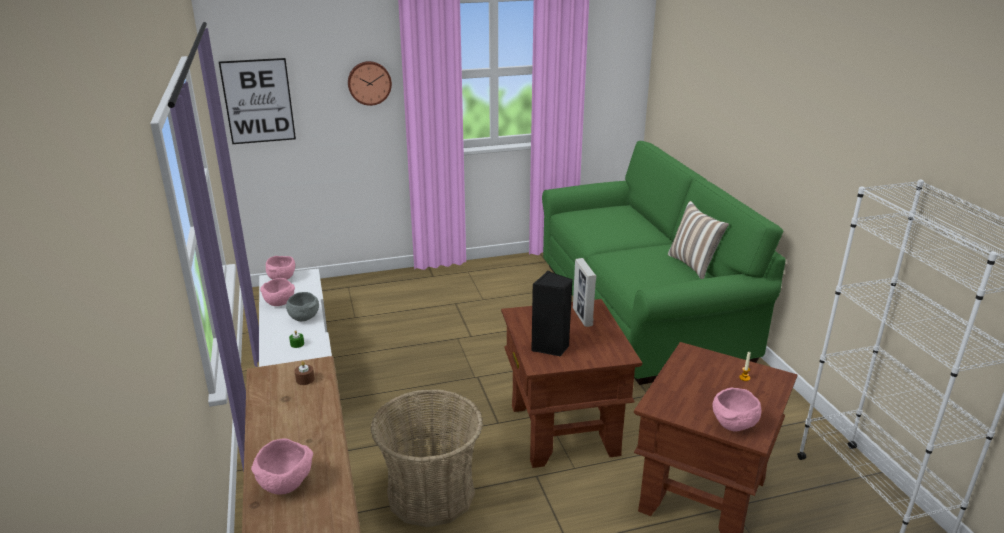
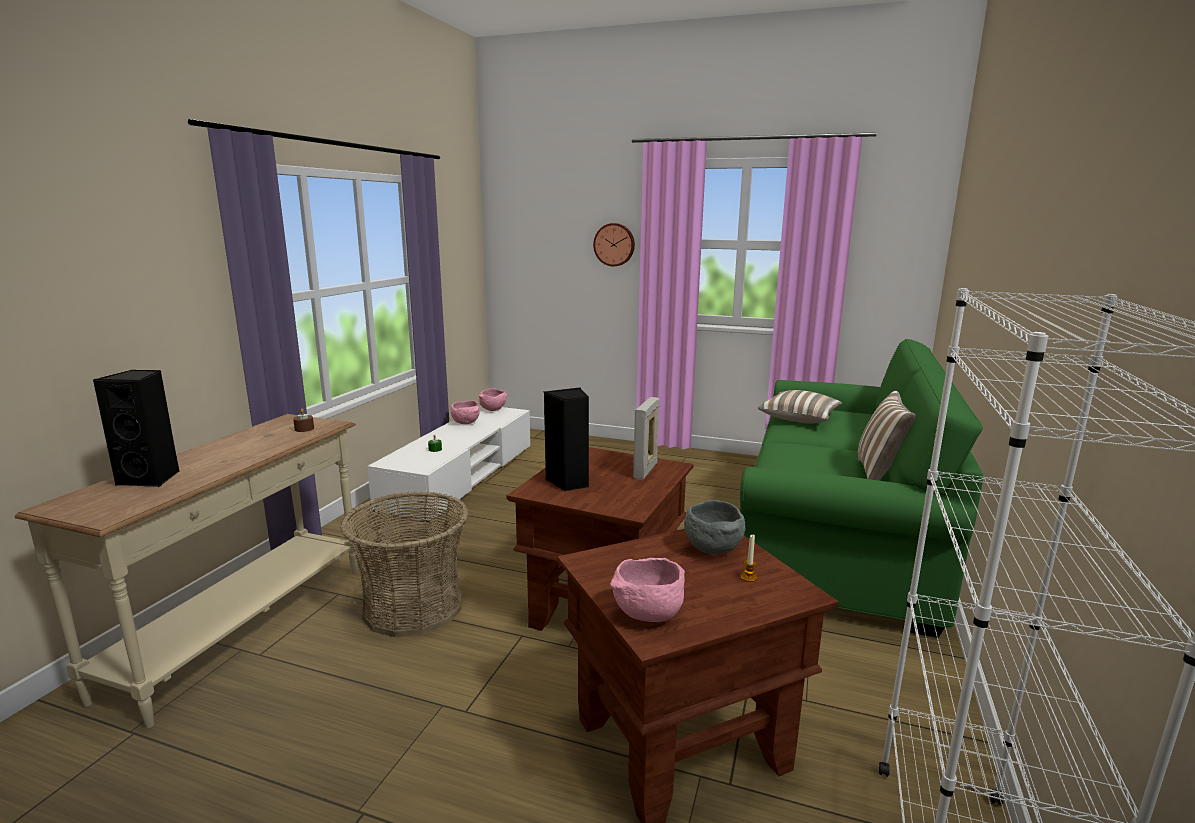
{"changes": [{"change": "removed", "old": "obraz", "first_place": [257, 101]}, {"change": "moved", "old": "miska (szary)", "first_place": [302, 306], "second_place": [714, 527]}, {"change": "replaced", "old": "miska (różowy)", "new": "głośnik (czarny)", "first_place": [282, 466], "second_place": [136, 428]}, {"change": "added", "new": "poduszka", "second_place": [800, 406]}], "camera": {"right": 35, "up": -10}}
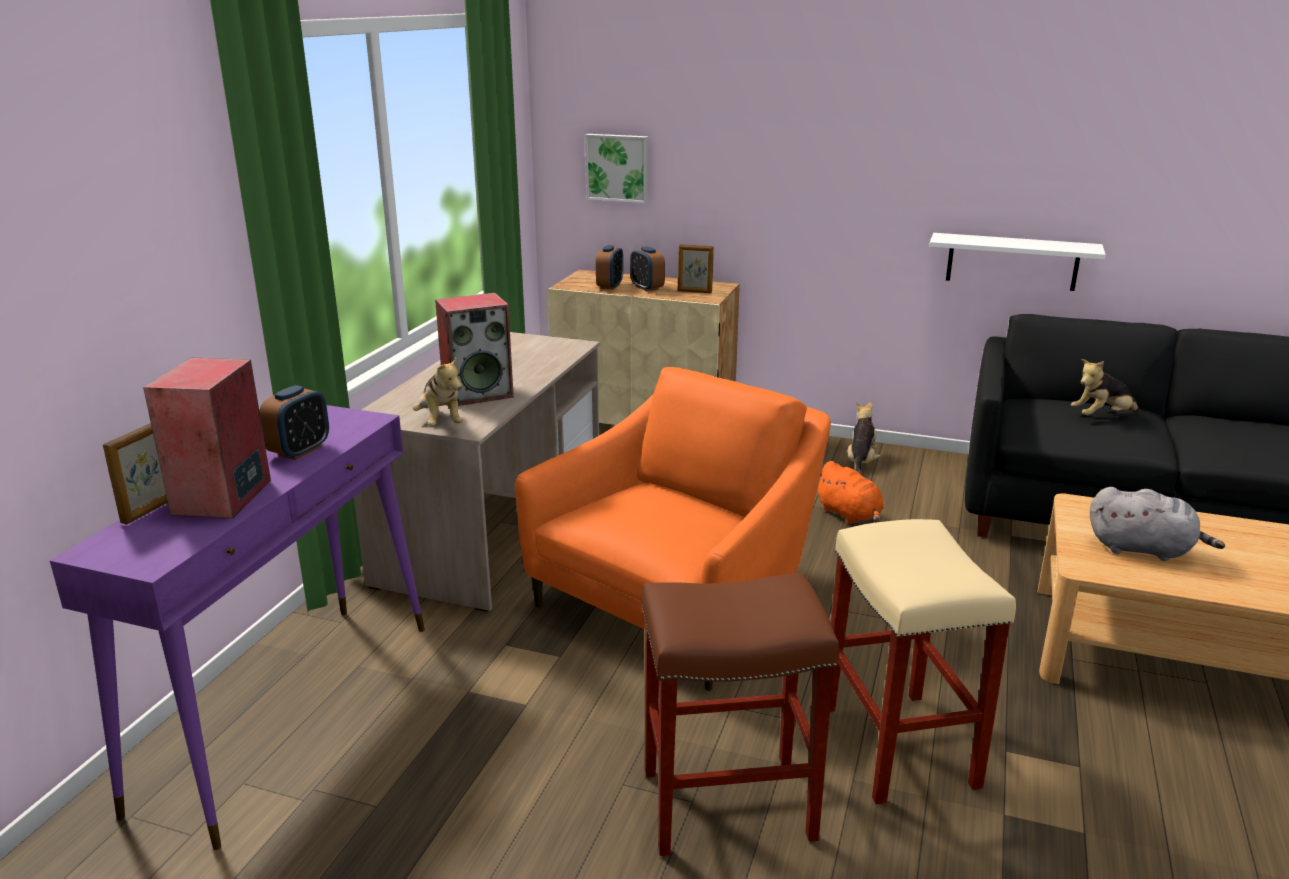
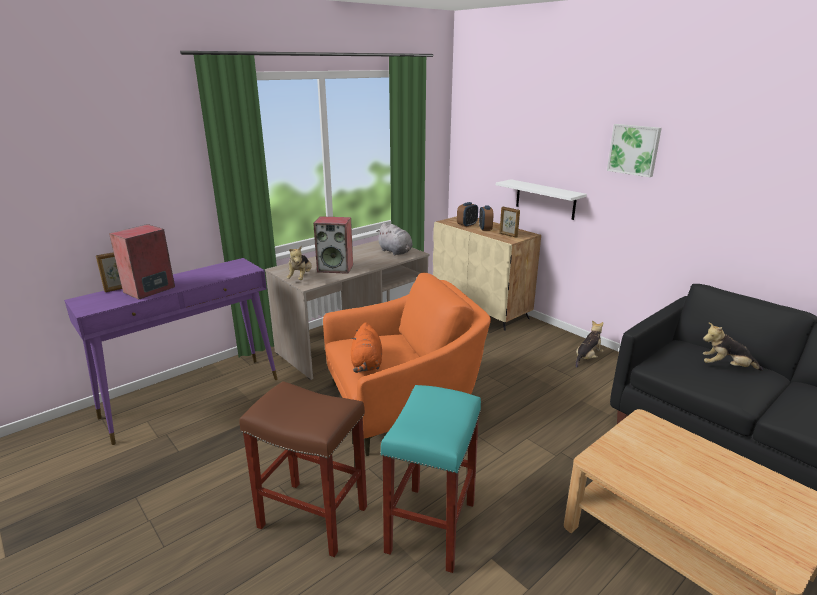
{"changes": [{"change": "moved", "old": "obraz", "first_place": [616, 168], "second_place": [634, 150]}, {"change": "moved", "old": "półka (biały)", "first_place": [1017, 262], "second_place": [541, 199]}, {"change": "removed", "old": "budzik", "first_place": [294, 422]}, {"change": "moved", "old": "pluszak (pomarańczowy)", "first_place": [851, 492], "second_place": [366, 347]}, {"change": "moved", "old": "pluszak (szary)", "first_place": [1157, 524], "second_place": [394, 239]}, {"change": "recoloured", "old": "stołek (beżowy)", "new": "stołek (turkusowy)", "first_place": [923, 661], "second_place": [430, 479]}], "camera": {"right": 30, "up": 0}}
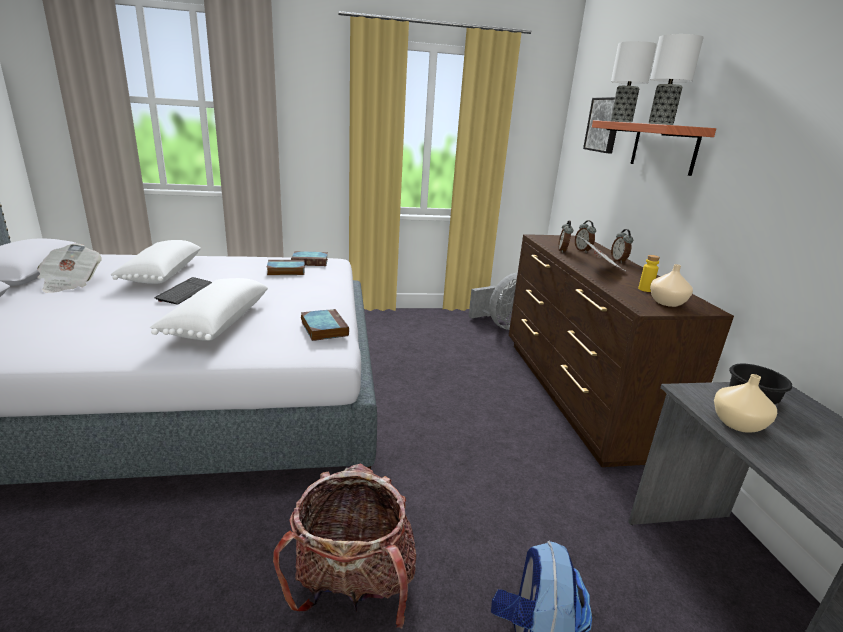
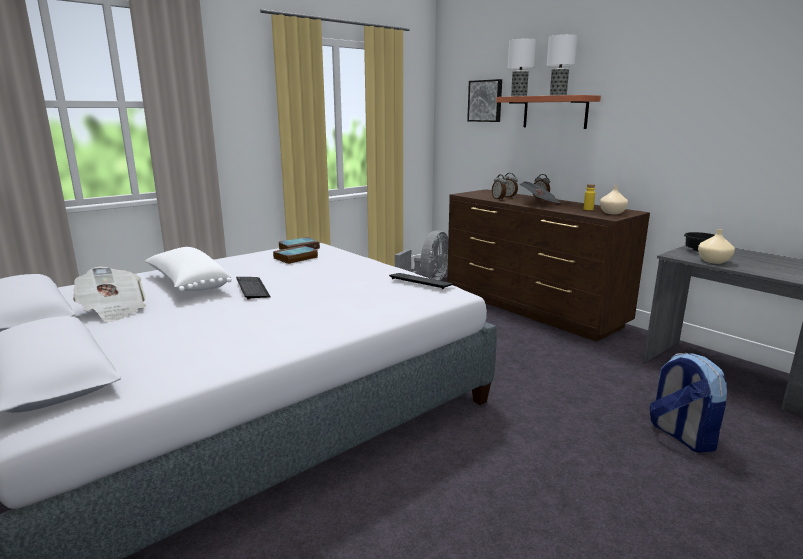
{"changes": [{"change": "removed", "old": "poduszka (biały)", "first_place": [209, 309]}, {"change": "replaced", "old": "książka", "new": "klawiatura", "first_place": [325, 325], "second_place": [421, 281]}, {"change": "removed", "old": "plecak", "first_place": [344, 546]}], "camera": {"right": -30, "up": -5}}
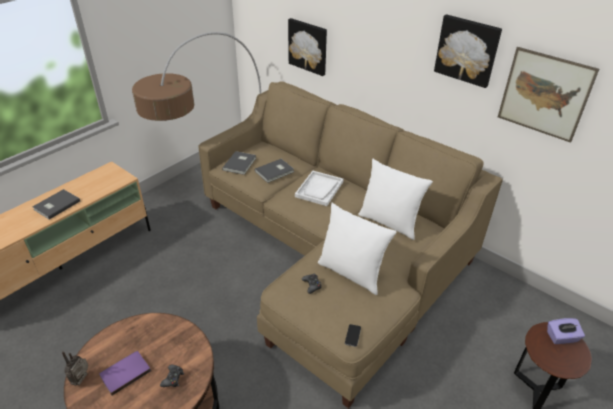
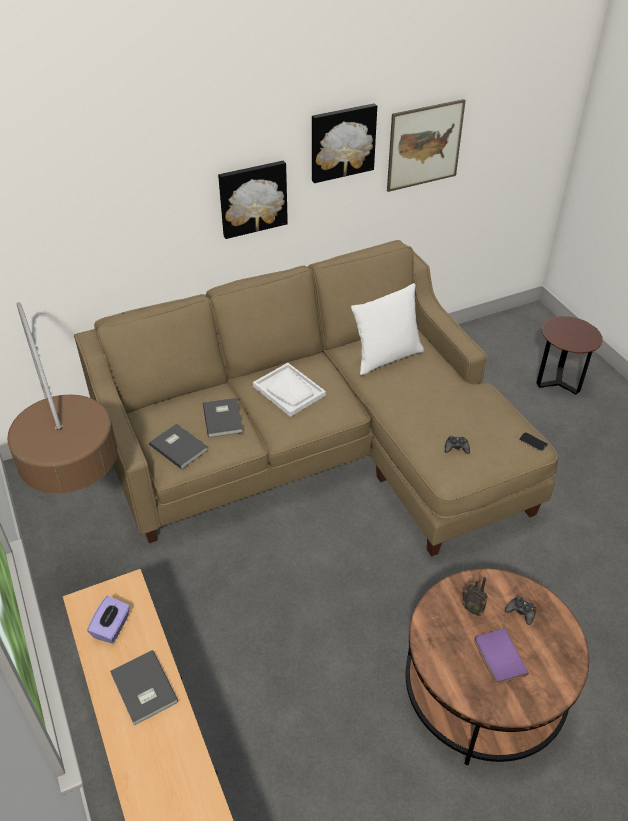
{"changes": [{"change": "moved", "old": "obraz", "first_place": [307, 47], "second_place": [253, 200]}, {"change": "removed", "old": "poduszka (biały)", "first_place": [357, 249]}, {"change": "moved", "old": "pudełko chusteczek (fioletowy)", "first_place": [566, 331], "second_place": [108, 619]}, {"change": "moved", "old": "radio", "first_place": [75, 368], "second_place": [475, 596]}], "camera": {"right": -65, "up": 5}}
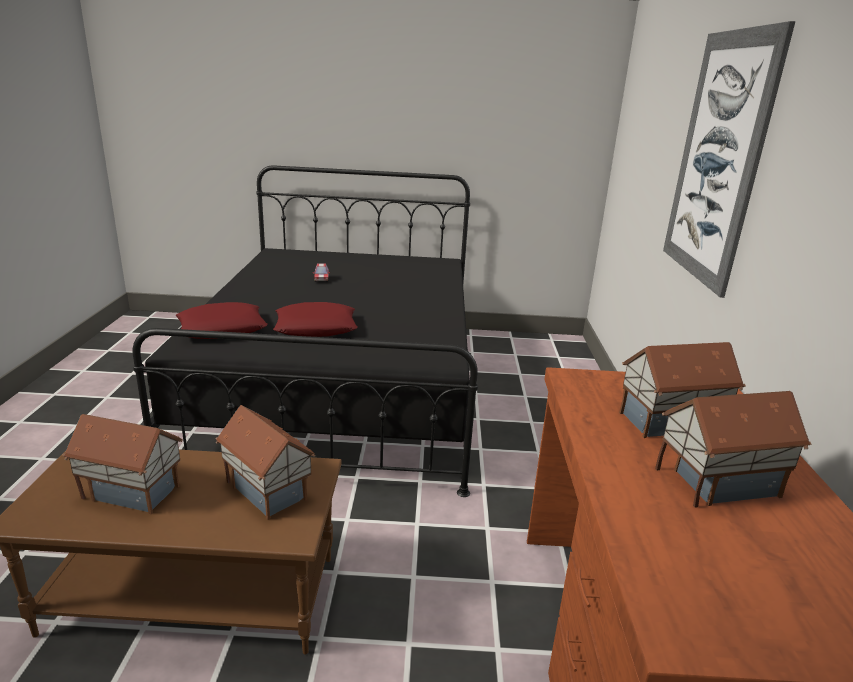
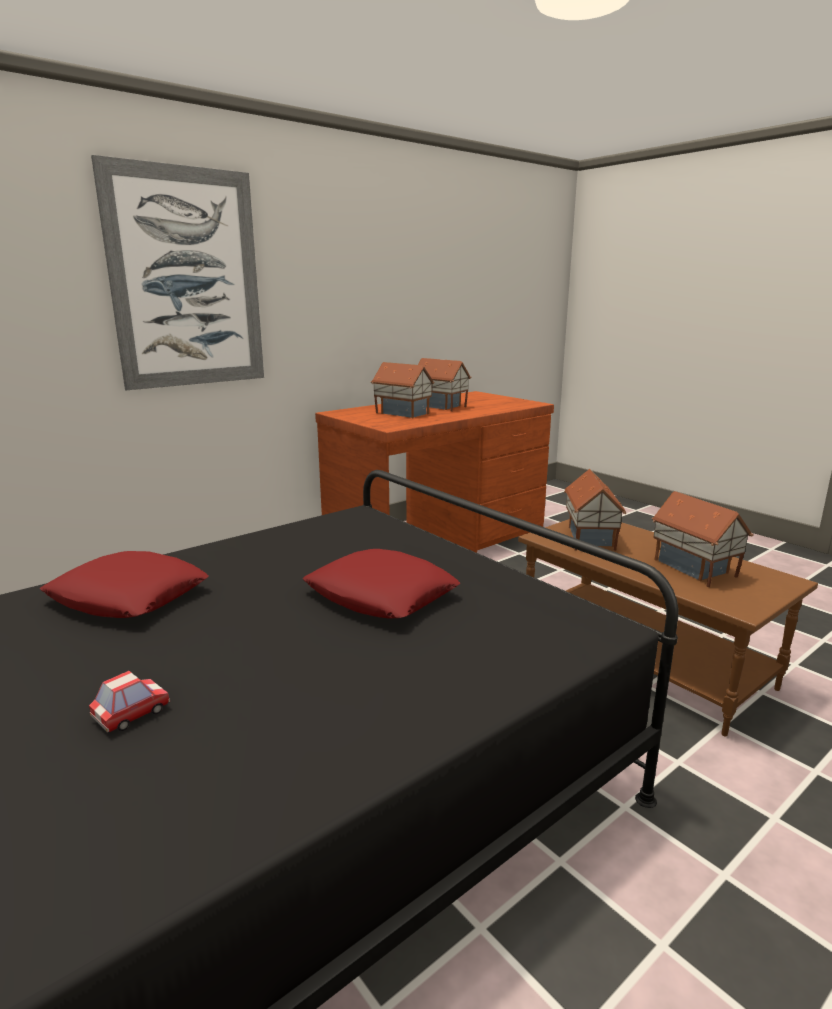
{"changes": [{"change": "moved", "old": "poduszka (czerwony)", "first_place": [222, 320], "second_place": [124, 584]}], "camera": {"right": -130, "up": -5}}
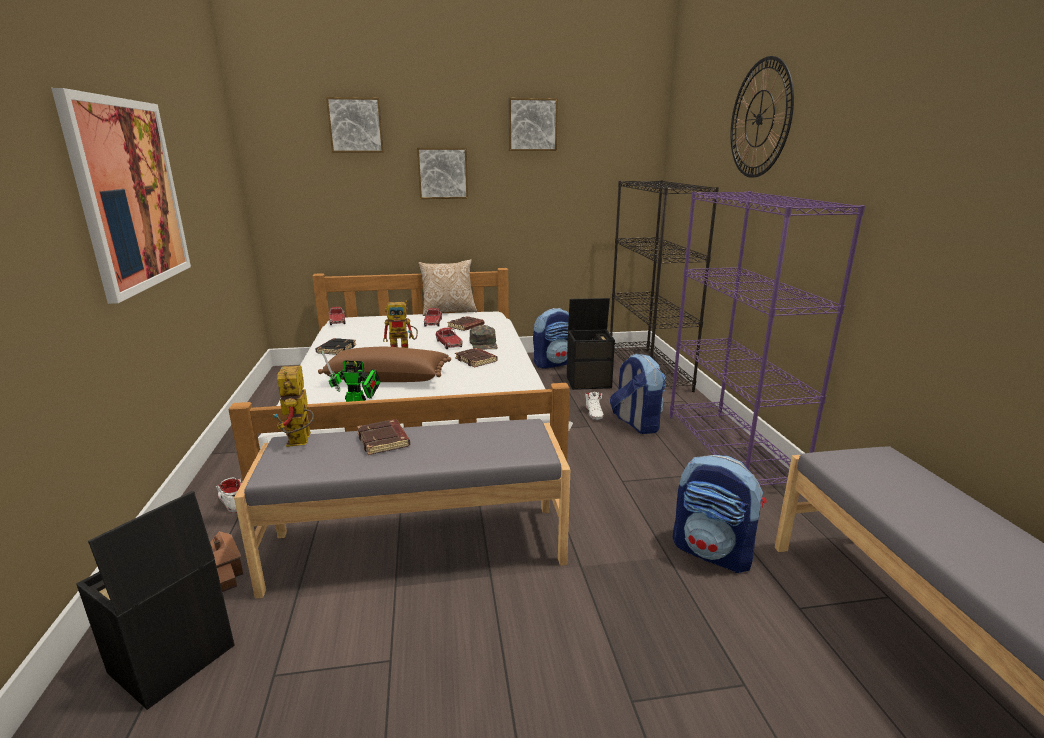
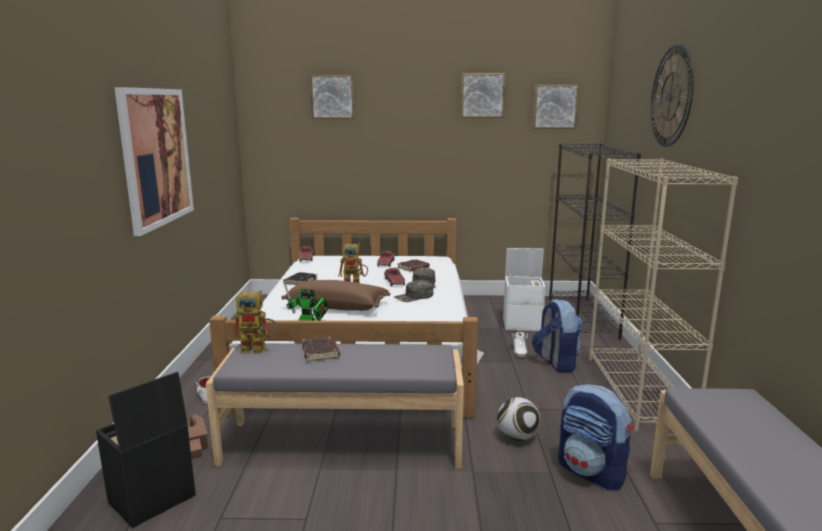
{"changes": [{"change": "moved", "old": "obraz", "first_place": [442, 173], "second_place": [556, 107]}, {"change": "recoloured", "old": "regał (fioletowy)", "new": "regał (beżowy)", "first_place": [767, 338], "second_place": [663, 294]}, {"change": "removed", "old": "poduszka", "first_place": [447, 287]}, {"change": "recoloured", "old": "pojemnik do przechowywania (czarny)", "new": "pojemnik do przechowywania (biały)", "first_place": [591, 344], "second_place": [524, 289]}, {"change": "removed", "old": "plecak", "first_place": [551, 338]}, {"change": "replaced", "old": "książka (brązowy)", "new": "czapka z daszkiem (zielony)", "first_place": [476, 357], "second_place": [413, 291]}, {"change": "turned", "old": "robot zabawkowy", "first_place": [293, 406], "second_place": [254, 321], "degrees": -90}, {"change": "added", "new": "piłka futbolowa", "second_place": [518, 419]}], "camera": {"right": 10, "up": -5}}
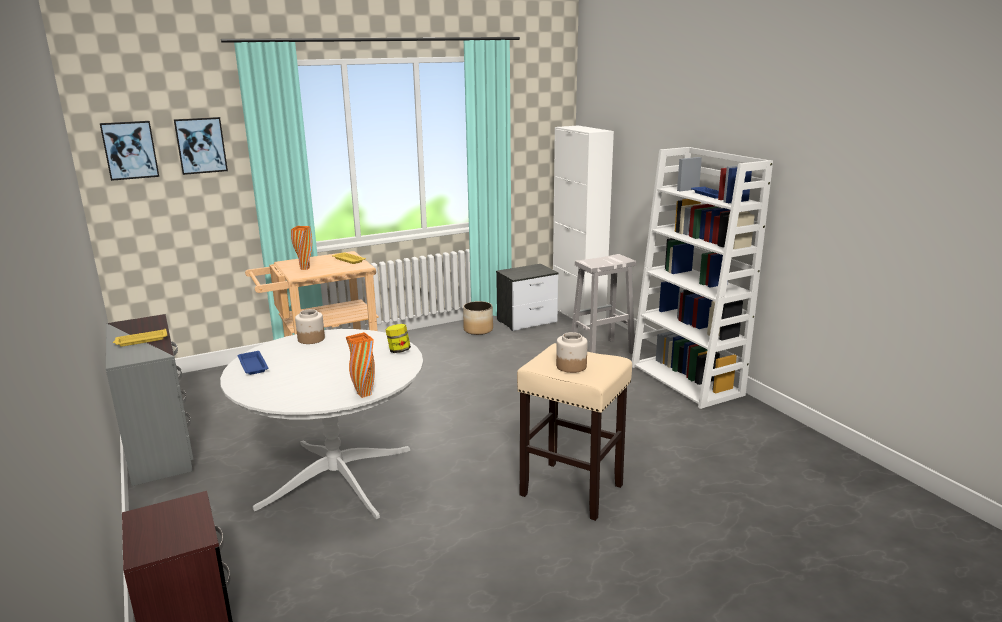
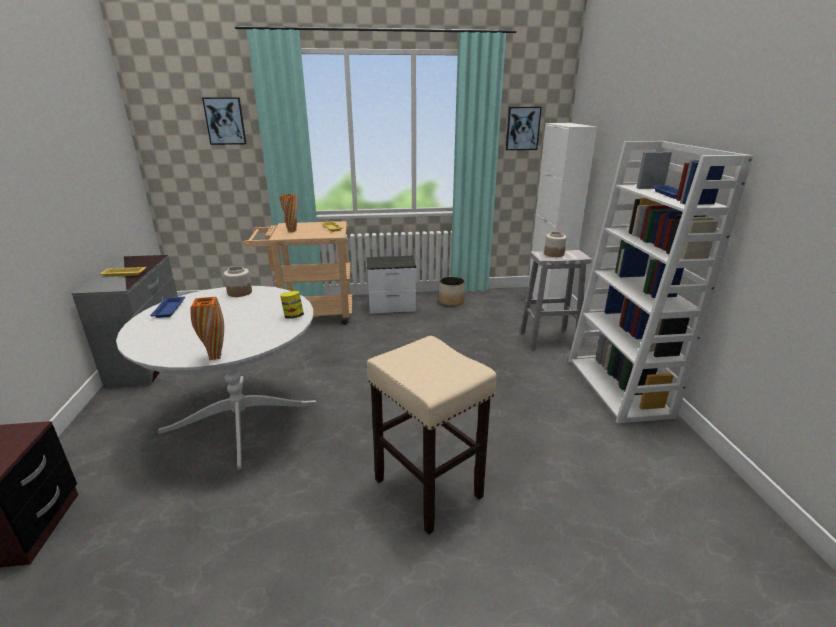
{"changes": [{"change": "moved", "old": "obraz", "first_place": [129, 151], "second_place": [524, 128]}, {"change": "moved", "old": "szafka nocna", "first_place": [527, 297], "second_place": [391, 285]}, {"change": "moved", "old": "słoik", "first_place": [572, 352], "second_place": [555, 244]}], "camera": {"right": 20, "up": 5}}
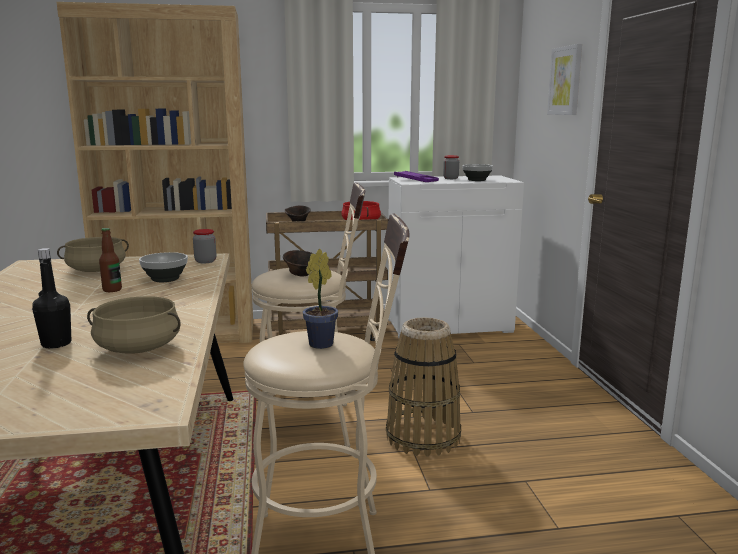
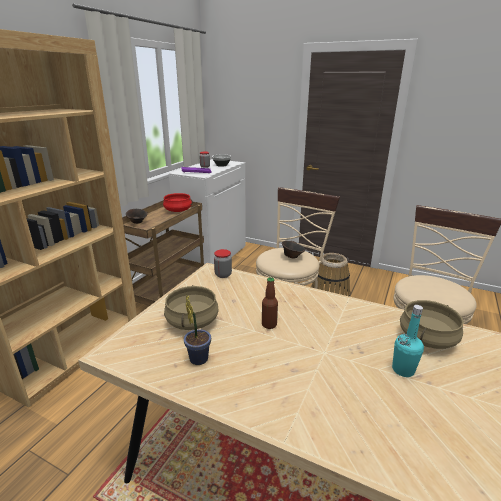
{"changes": [{"change": "removed", "old": "obraz", "first_place": [564, 79]}, {"change": "recoloured", "old": "butelka (czarny)", "new": "butelka (turkusowy)", "first_place": [51, 298], "second_place": [408, 341]}, {"change": "moved", "old": "roślina doniczkowa", "first_place": [320, 299], "second_place": [197, 330]}, {"change": "removed", "old": "miska", "first_place": [163, 267]}], "camera": {"right": -55, "up": 10}}
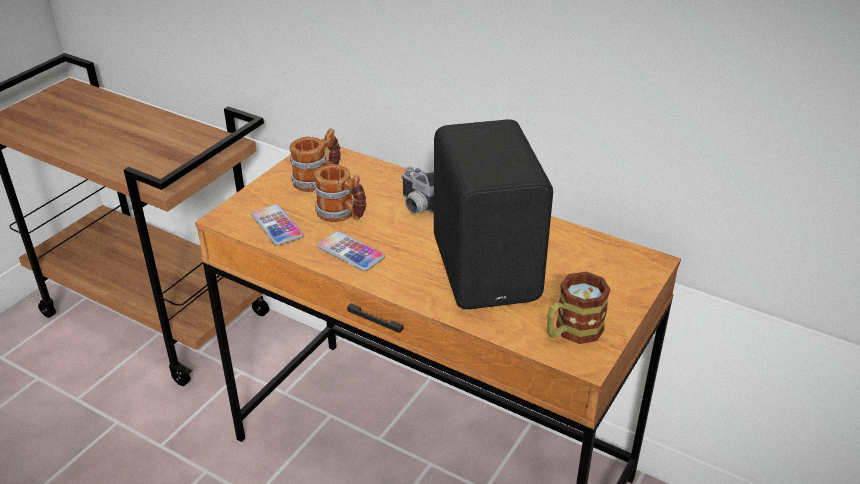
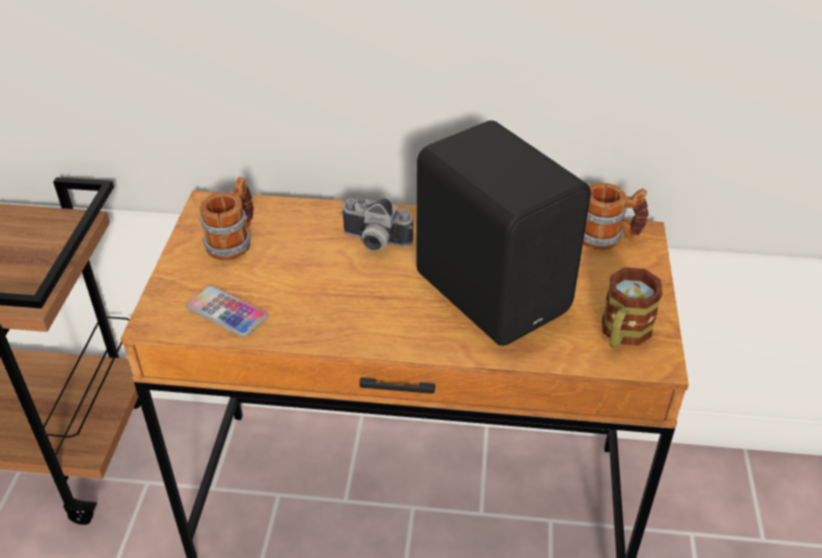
{"changes": [{"change": "moved", "old": "kubek", "first_place": [340, 193], "second_place": [616, 216]}, {"change": "removed", "old": "telefon", "first_place": [351, 251]}], "camera": {"right": -25, "up": 5}}
